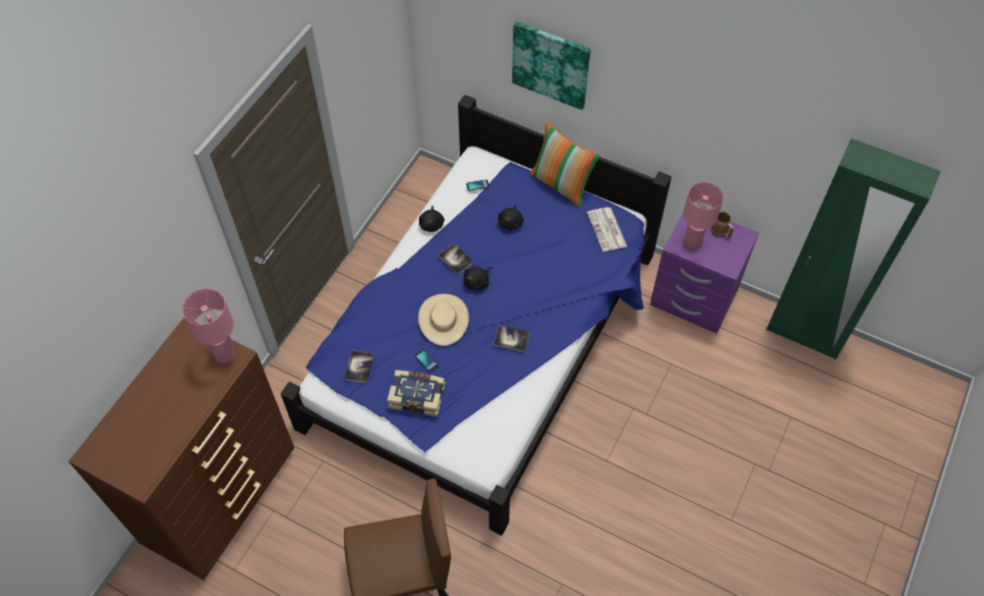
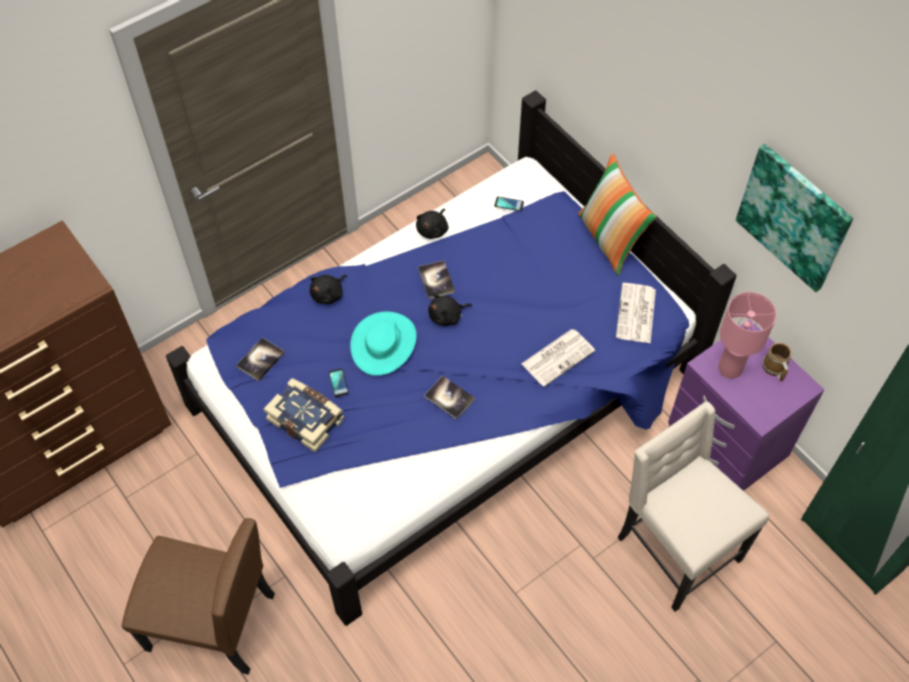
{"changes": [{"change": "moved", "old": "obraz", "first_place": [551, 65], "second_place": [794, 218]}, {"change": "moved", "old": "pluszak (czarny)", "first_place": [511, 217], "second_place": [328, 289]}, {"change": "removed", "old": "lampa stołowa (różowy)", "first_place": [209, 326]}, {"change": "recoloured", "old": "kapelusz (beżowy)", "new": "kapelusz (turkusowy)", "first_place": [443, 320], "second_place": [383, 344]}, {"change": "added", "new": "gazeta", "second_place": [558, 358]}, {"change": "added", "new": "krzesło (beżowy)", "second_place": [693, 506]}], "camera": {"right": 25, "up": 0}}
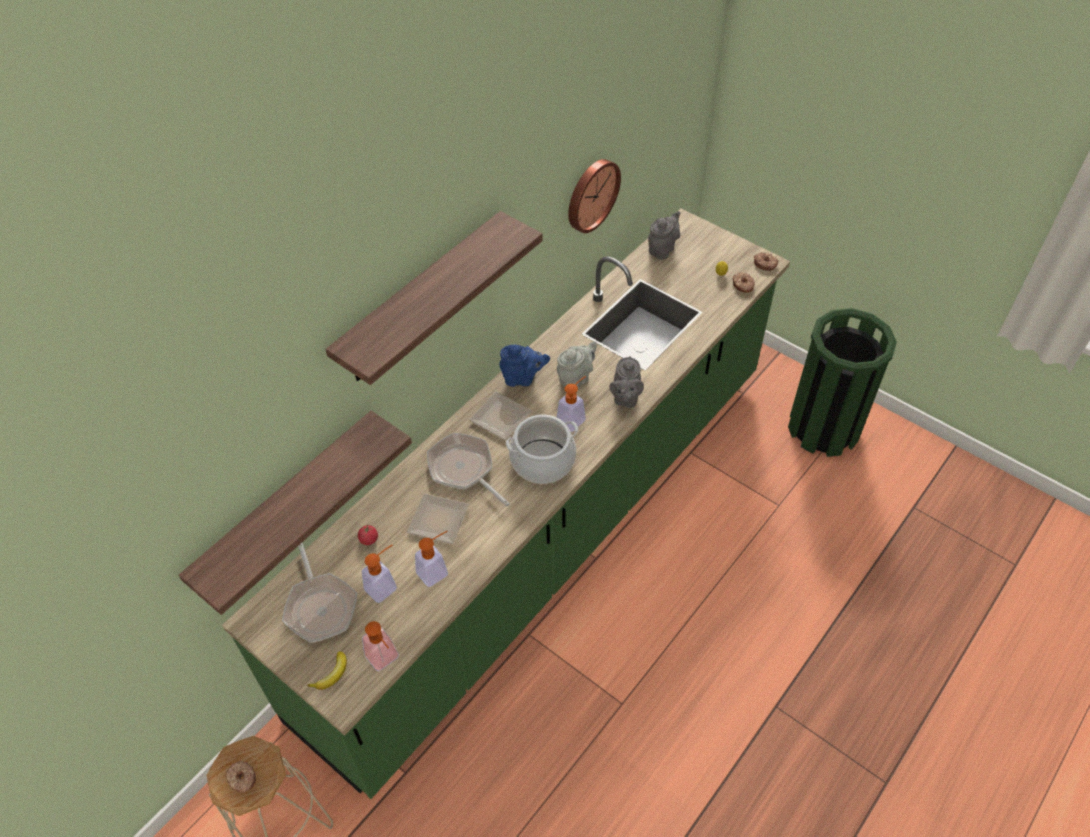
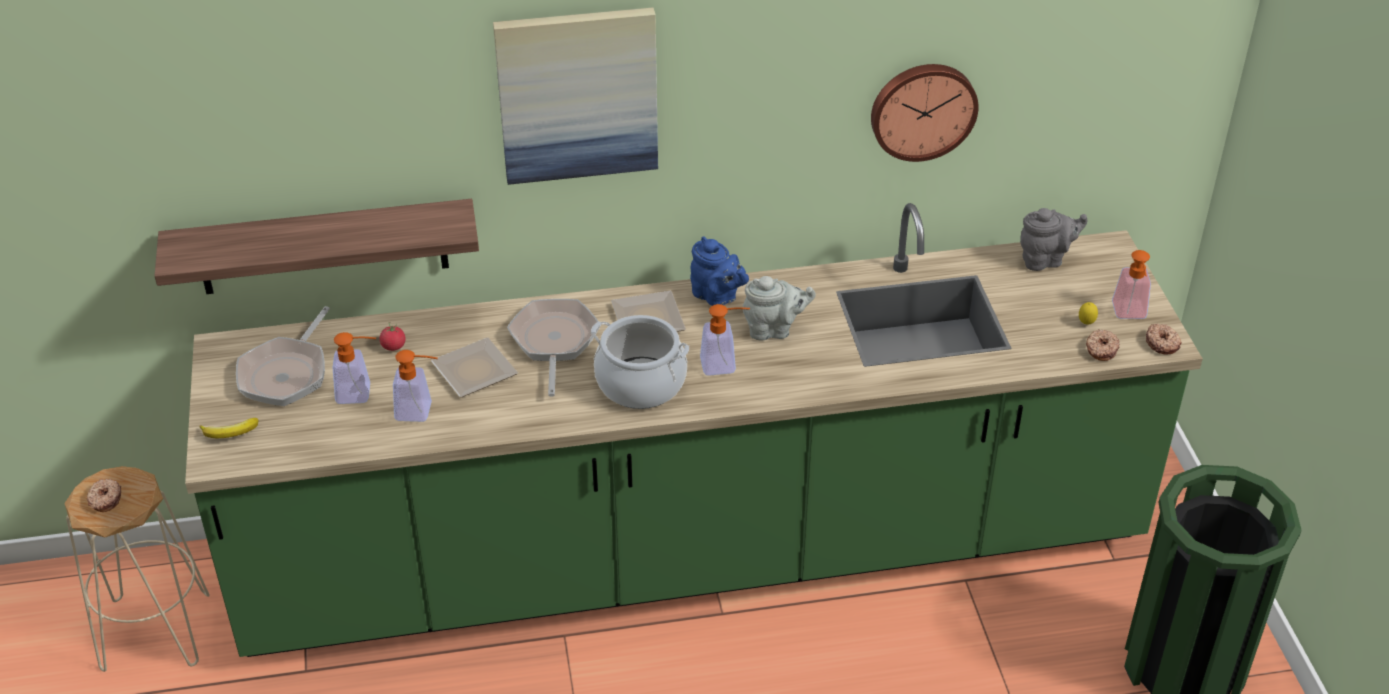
{"changes": [{"change": "replaced", "old": "półka", "new": "obraz", "first_place": [434, 298], "second_place": [575, 96]}, {"change": "removed", "old": "imbryk (szary)", "first_place": [626, 382]}, {"change": "moved", "old": "dozownik mydła", "first_place": [380, 646], "second_place": [1131, 284]}], "camera": {"right": 40, "up": -10}}
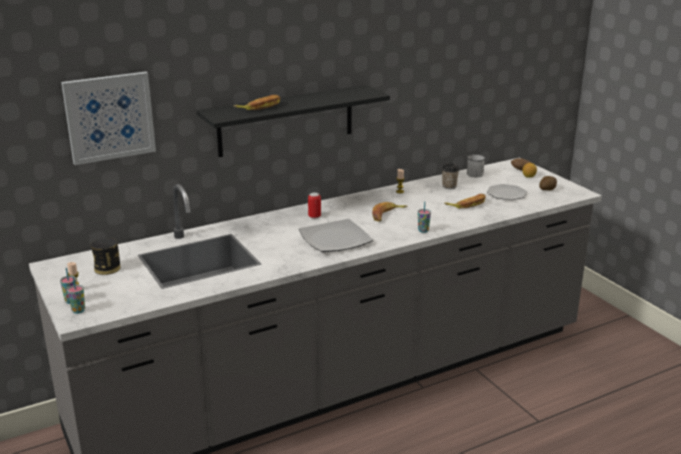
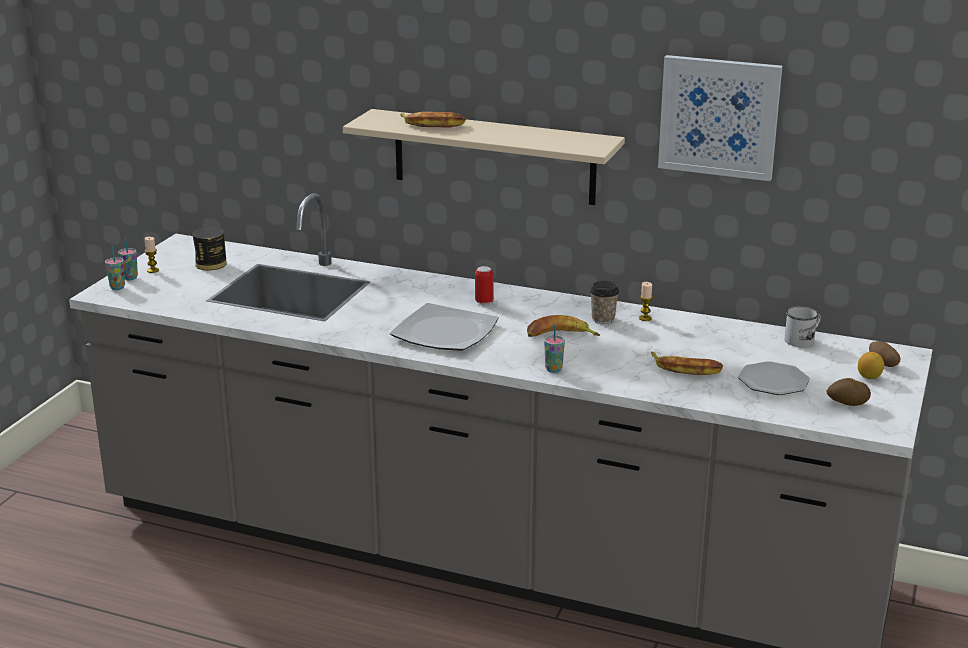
{"changes": [{"change": "moved", "old": "obraz", "first_place": [108, 118], "second_place": [720, 118]}, {"change": "recoloured", "old": "półka (czarny)", "new": "półka (beżowy)", "first_place": [293, 121], "second_place": [484, 157]}, {"change": "moved", "old": "filiżanka", "first_place": [451, 176], "second_place": [604, 302]}], "camera": {"right": 50, "up": 0}}
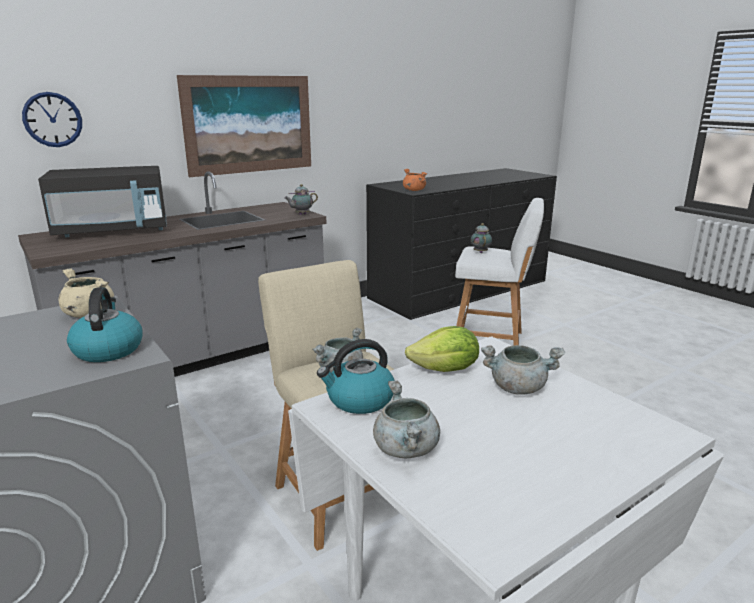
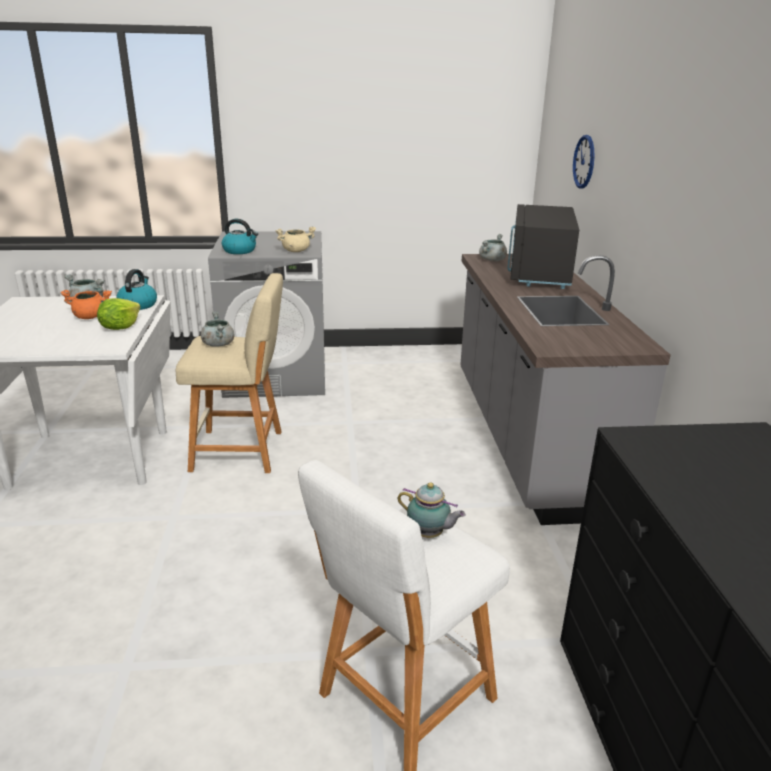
{"changes": [{"change": "removed", "old": "obraz", "first_place": [244, 126]}, {"change": "moved", "old": "garnek (pomarańczowy)", "first_place": [415, 180], "second_place": [86, 304]}, {"change": "removed", "old": "imbryk", "first_place": [301, 199]}, {"change": "moved", "old": "garnek (szary)", "first_place": [523, 370], "second_place": [493, 247]}], "camera": {"right": 120, "up": 5}}
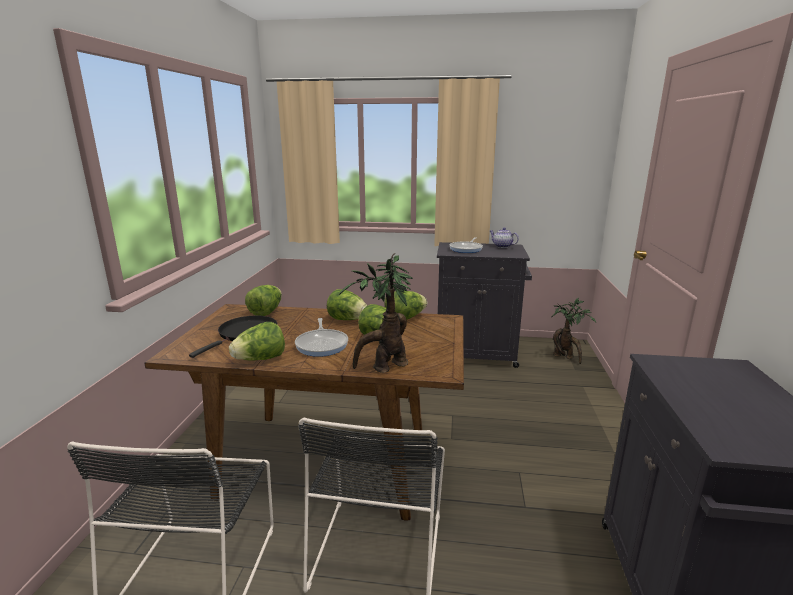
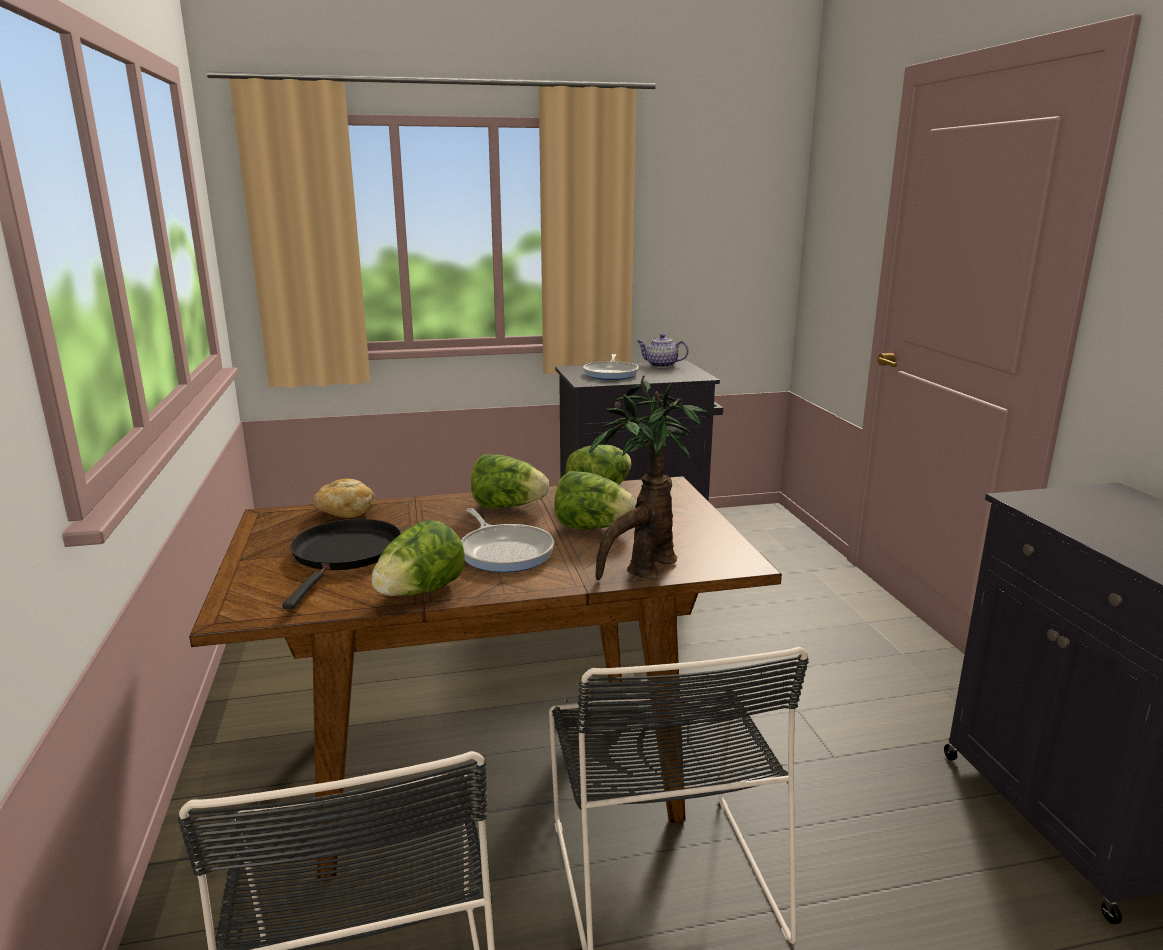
{"changes": [{"change": "replaced", "old": "sałata", "new": "chleb", "first_place": [263, 300], "second_place": [343, 498]}, {"change": "removed", "old": "roślina doniczkowa", "first_place": [574, 331]}], "camera": {"right": -20, "up": 0}}
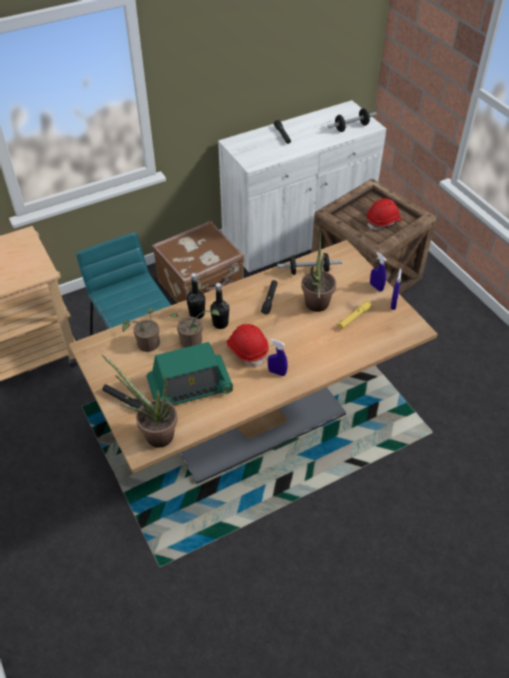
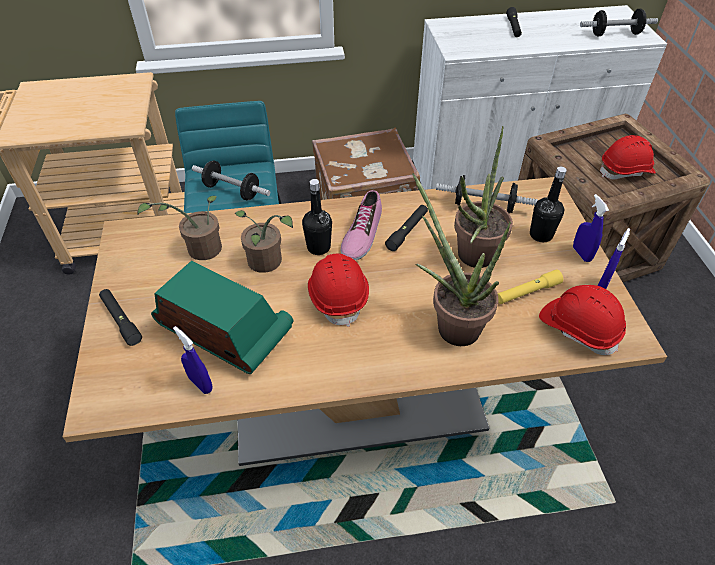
{"changes": [{"change": "moved", "old": "butelka (czarny)", "first_place": [195, 296], "second_place": [548, 204]}, {"change": "moved", "old": "spryskiwacz (niebieski)", "first_place": [278, 357], "second_place": [193, 360]}, {"change": "turned", "old": "radio", "first_place": [190, 373], "second_place": [222, 317], "degrees": -150}, {"change": "moved", "old": "roślina doniczkowa", "first_place": [140, 401], "second_place": [461, 259]}, {"change": "added", "new": "hantel", "second_place": [231, 180]}, {"change": "added", "new": "but", "second_place": [361, 225]}, {"change": "added", "new": "kask (czerwony)", "second_place": [582, 320]}], "camera": {"right": 20, "up": 0}}
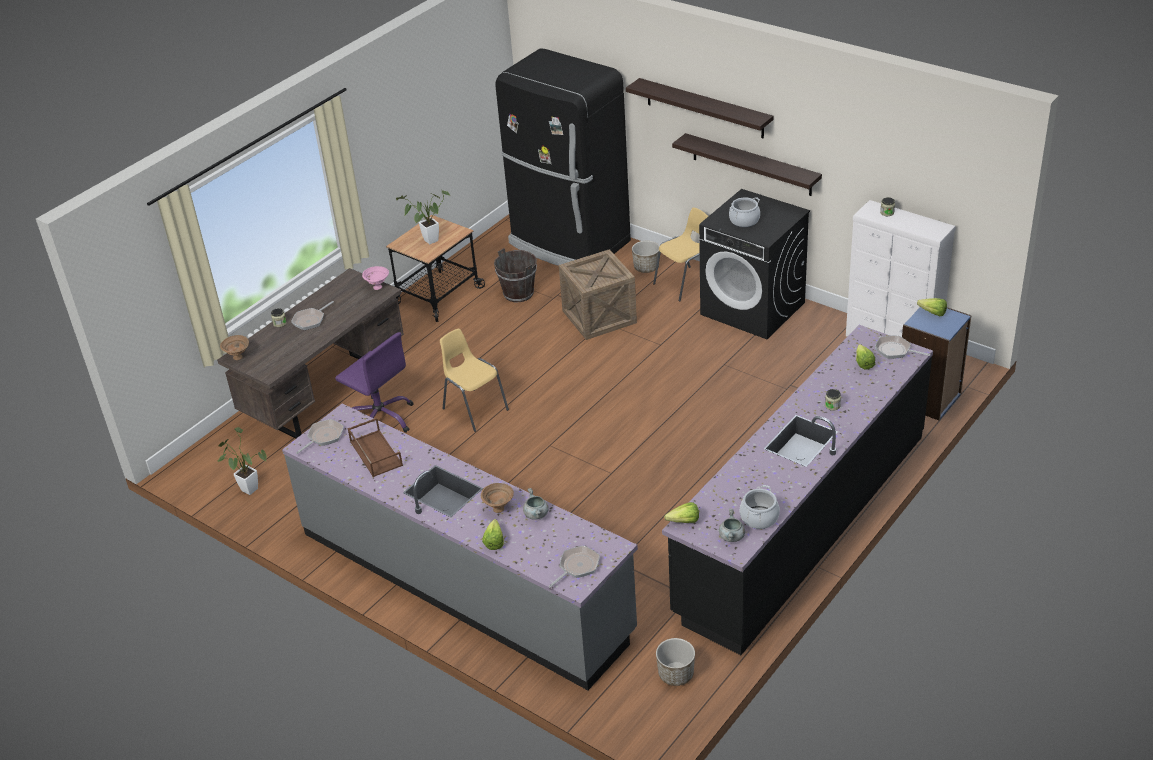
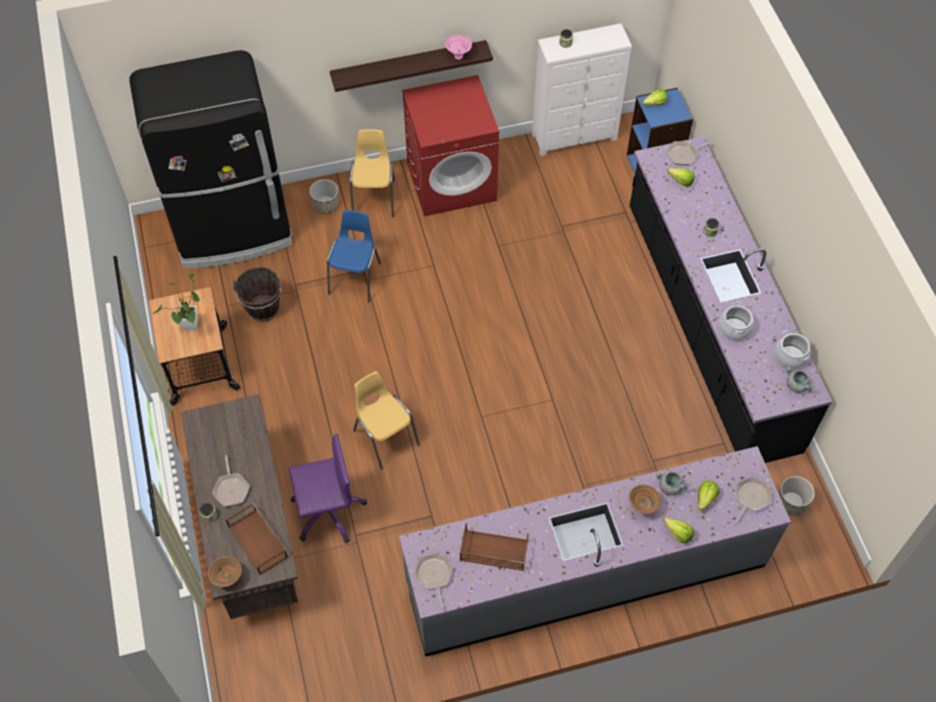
{"changes": [{"change": "removed", "old": "półka", "first_place": [699, 108]}, {"change": "recoloured", "old": "pralka (czarny)", "new": "pralka (czerwony)", "first_place": [754, 264], "second_place": [450, 145]}, {"change": "moved", "old": "garnek", "first_place": [744, 212], "second_place": [736, 321]}, {"change": "replaced", "old": "skrzynka", "new": "krzesło (niebieski)", "first_place": [598, 294], "second_place": [354, 256]}, {"change": "moved", "old": "miska (różowy)", "first_place": [375, 278], "second_place": [458, 47]}, {"change": "turned", "old": "krzesło (żółty)", "first_place": [474, 380], "second_place": [386, 420], "degrees": 60}, {"change": "removed", "old": "roślina doniczkowa", "first_place": [242, 461]}, {"change": "moved", "old": "sałata", "first_place": [681, 512], "second_place": [708, 496]}, {"change": "turned", "old": "patelnia", "first_place": [574, 567], "second_place": [753, 500], "degrees": 45}, {"change": "added", "new": "taca (brązowy)", "second_place": [256, 539]}], "camera": {"right": -55, "up": 20}}
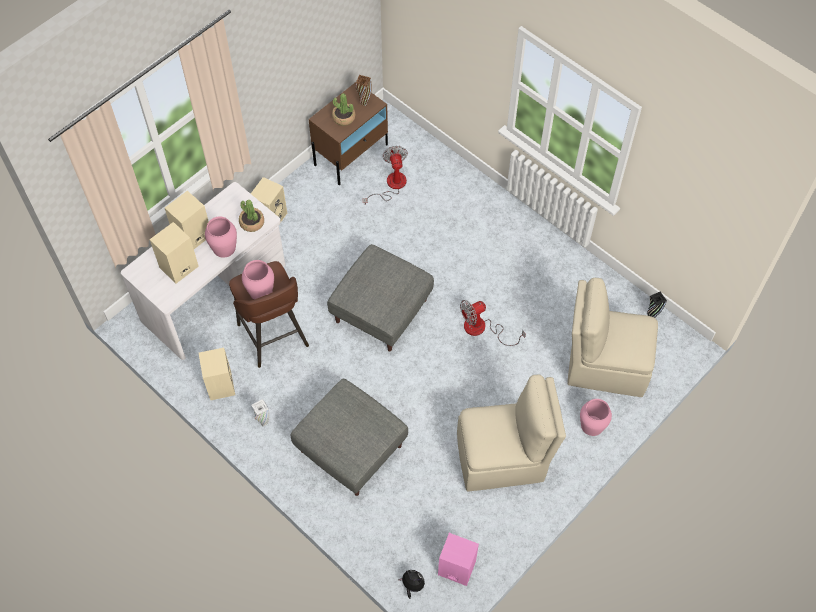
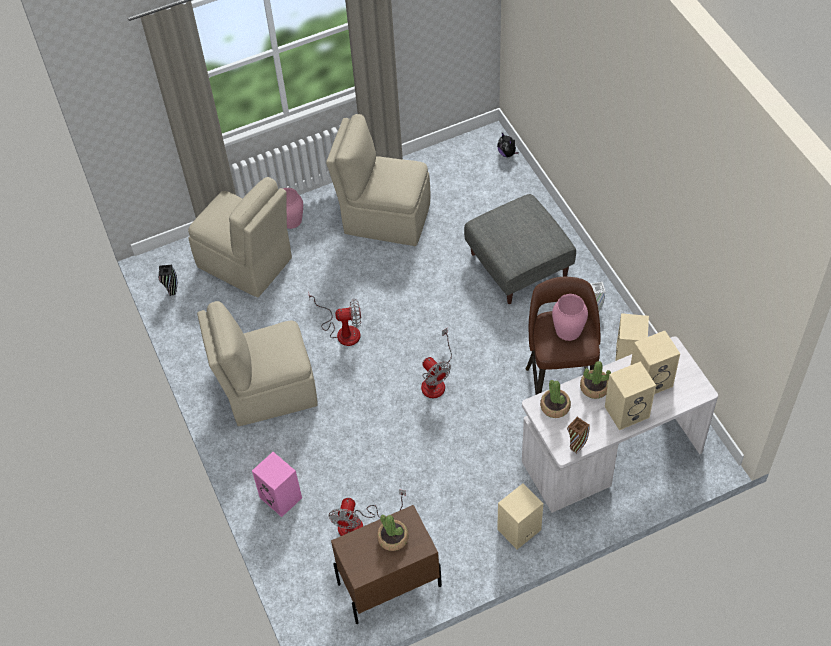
{"changes": [{"change": "moved", "old": "wazon (brązowy)", "first_place": [363, 90], "second_place": [578, 435]}, {"change": "replaced", "old": "wazon (różowy)", "new": "roślina doniczkowa", "first_place": [221, 237], "second_place": [595, 380]}, {"change": "replaced", "old": "pufa (szary)", "new": "wentylator", "first_place": [380, 298], "second_place": [436, 363]}, {"change": "moved", "old": "głośnik (różowy)", "first_place": [458, 559], "second_place": [277, 484]}, {"change": "added", "new": "krzesło (beżowy)", "second_place": [257, 363]}], "camera": {"right": -155, "up": -5}}
